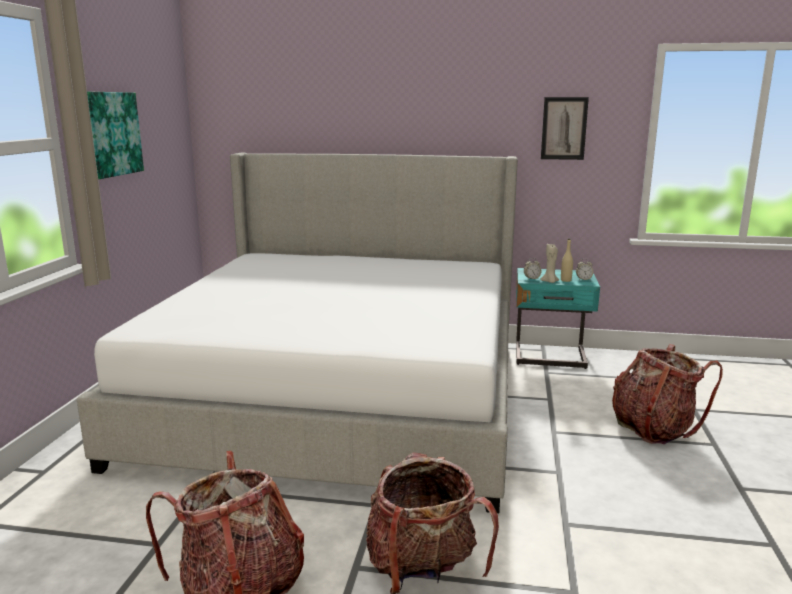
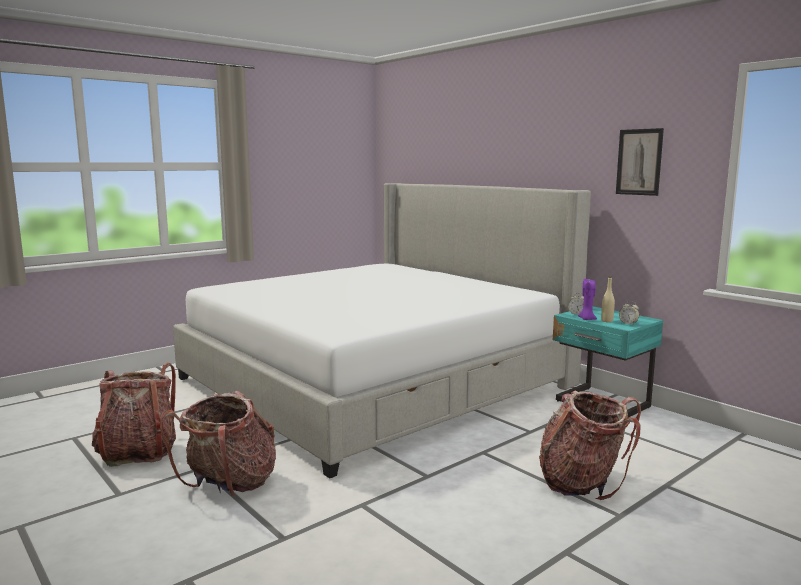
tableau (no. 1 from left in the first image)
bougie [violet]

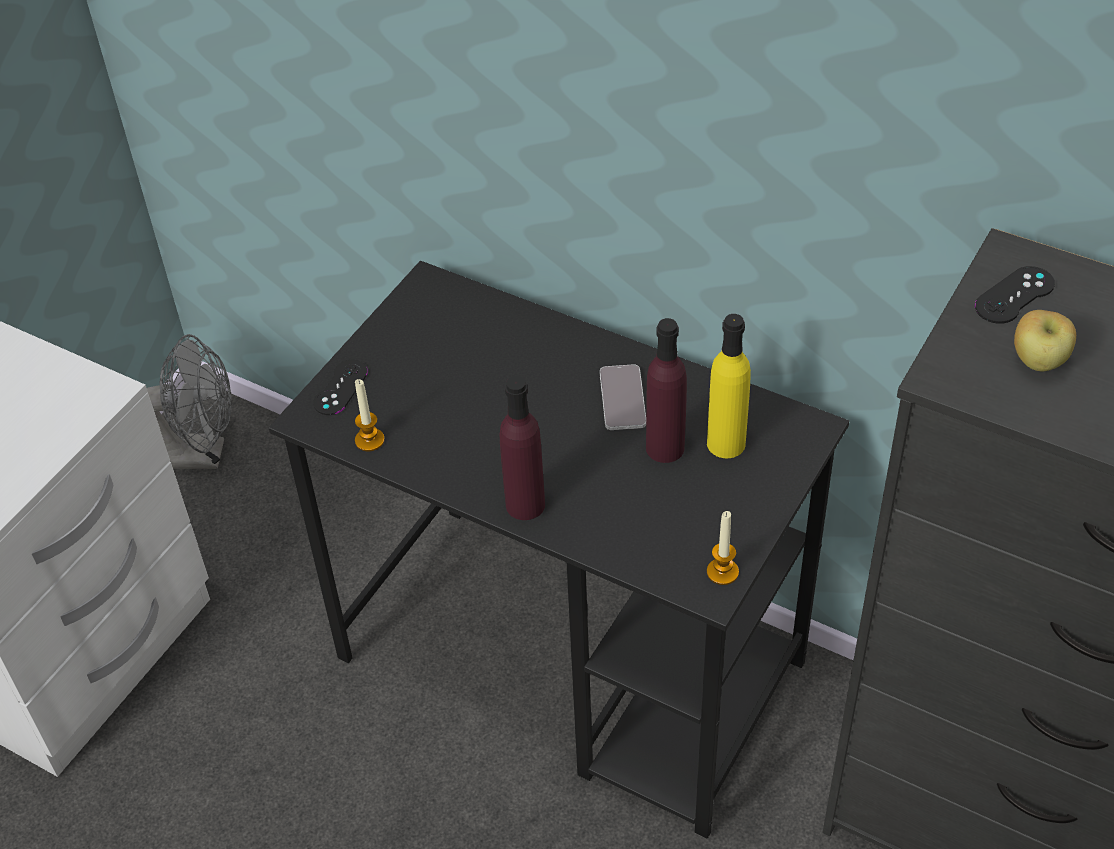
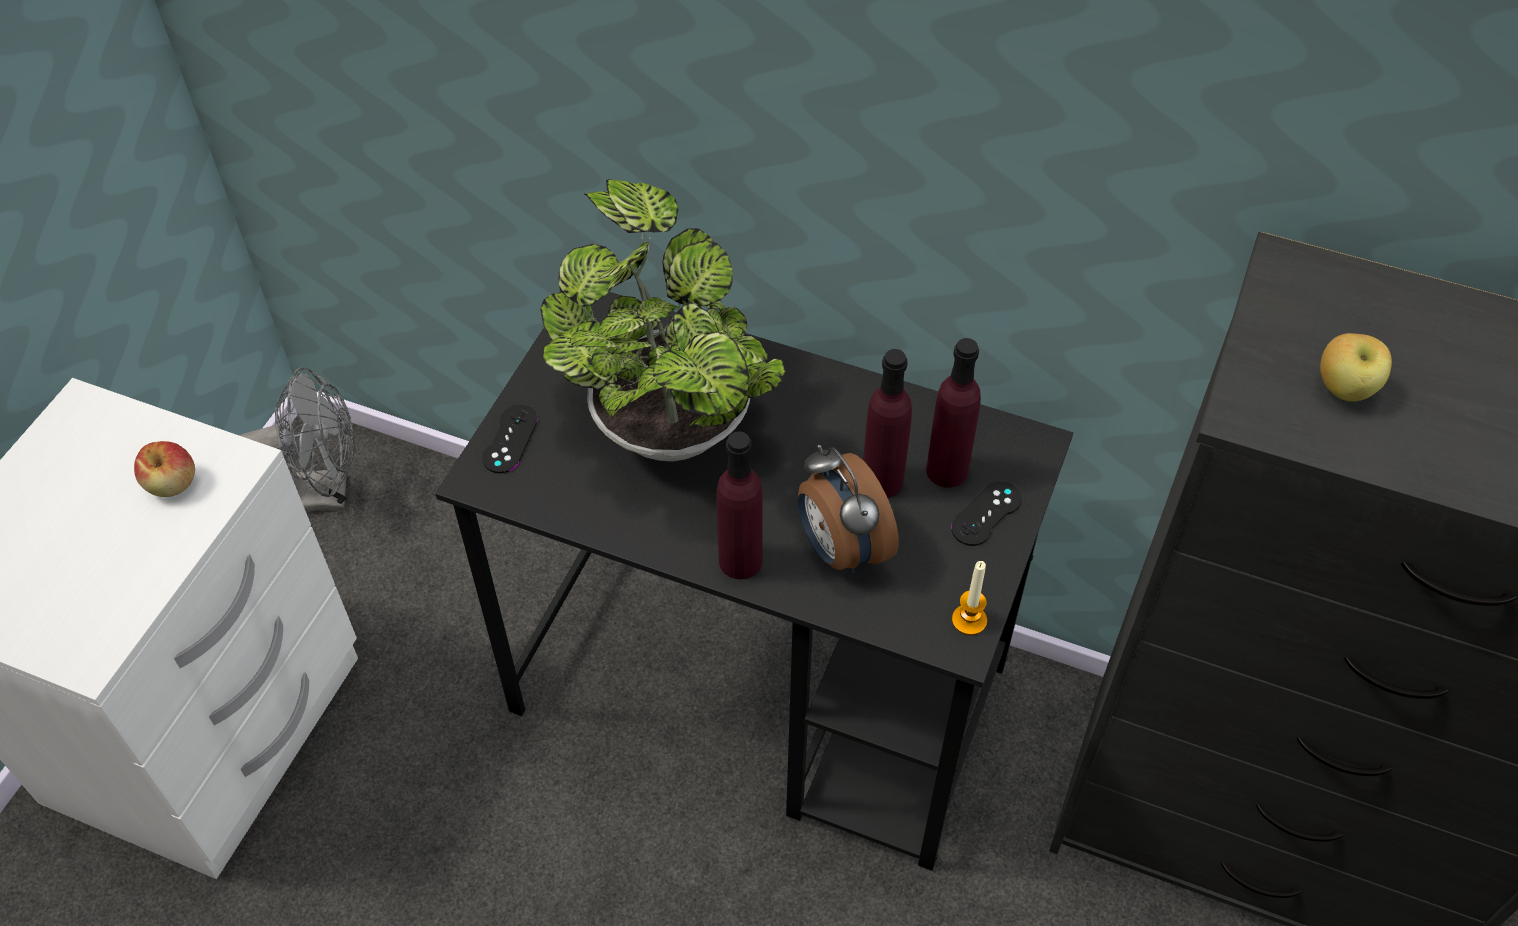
bougie (no. 1 from left in the first image)
téléphone
pomme (no. 1 from left)
plante en pot
réveil
manette [noir] (no. 2 from left)
bouteille [violet] (no. 3 from left)

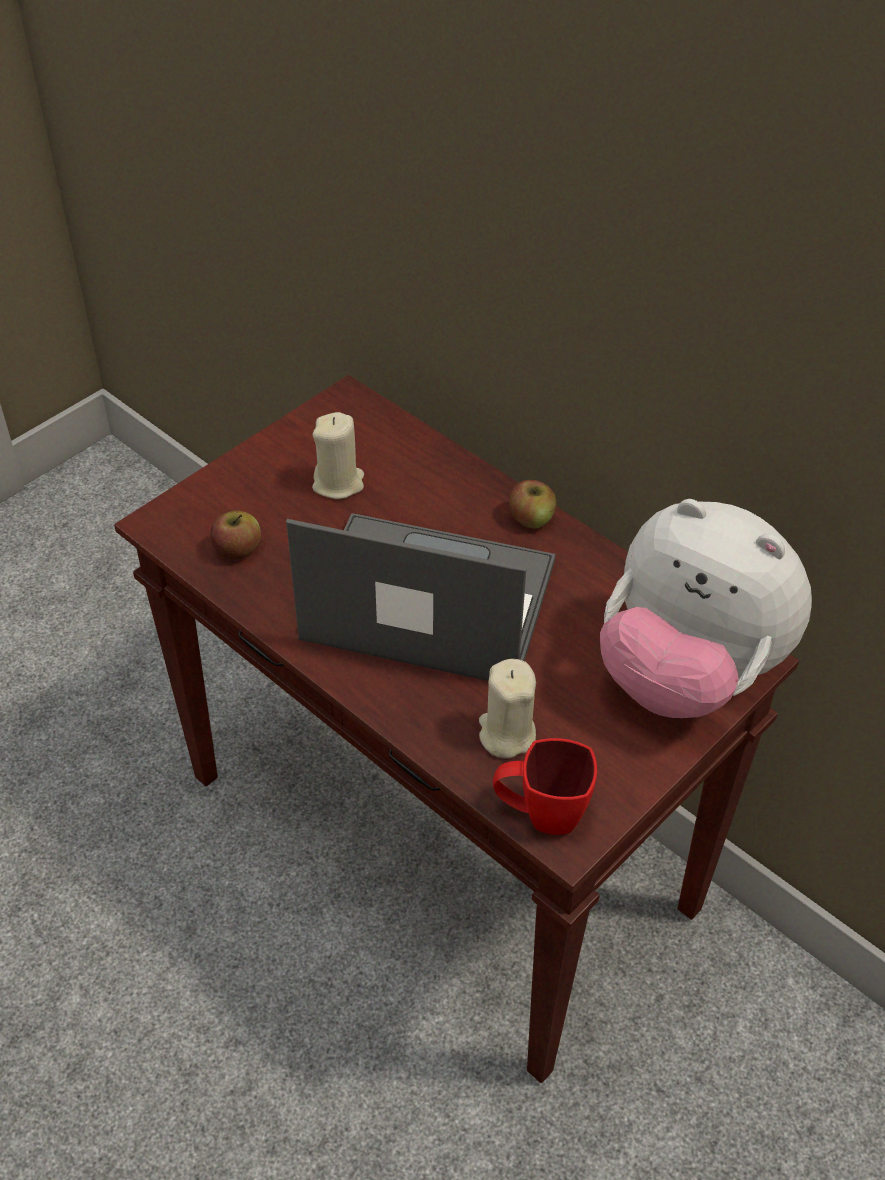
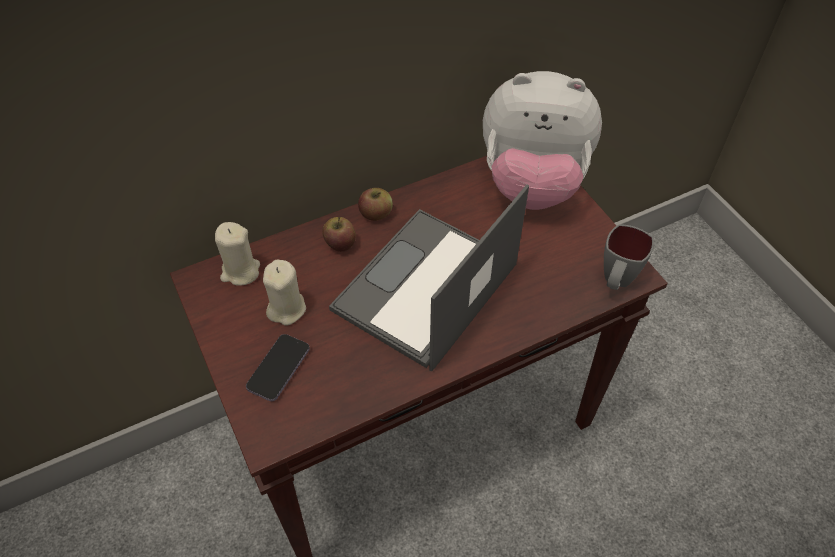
téléphone
pomme (no. 1 from left)
bougie [beige] (no. 1 from left)
mug [gris]
peluche

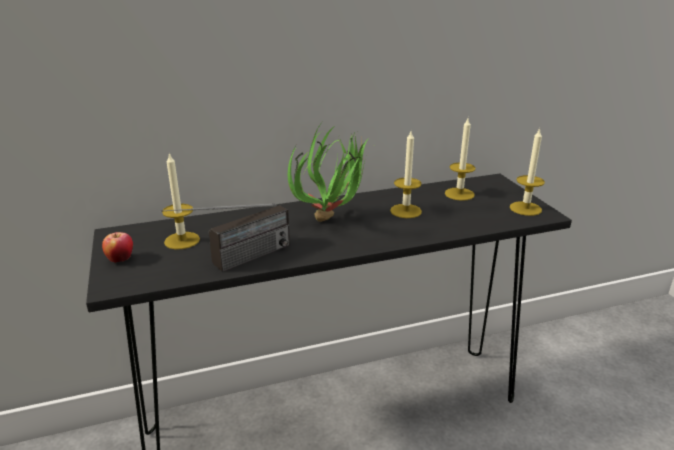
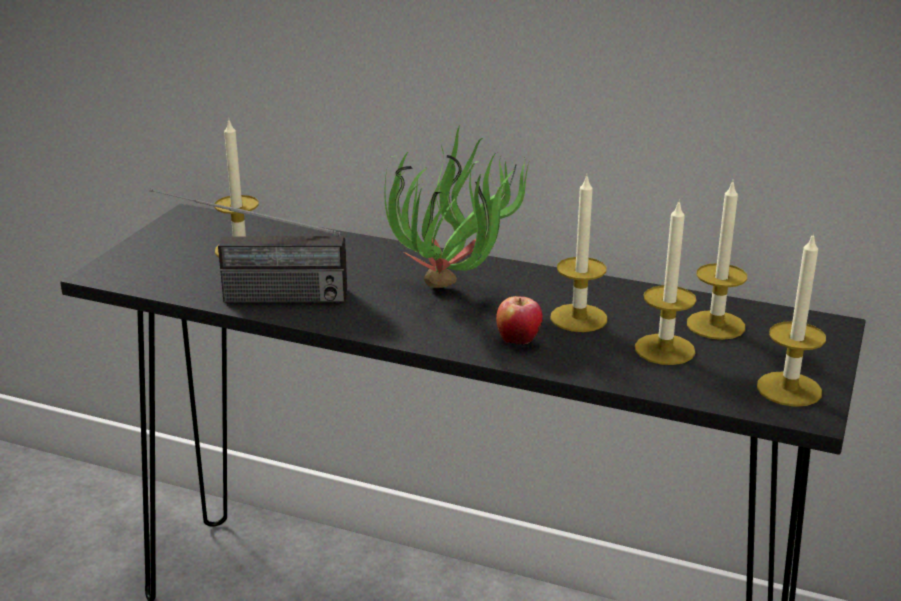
bougie (no. 3 from left)
pomme

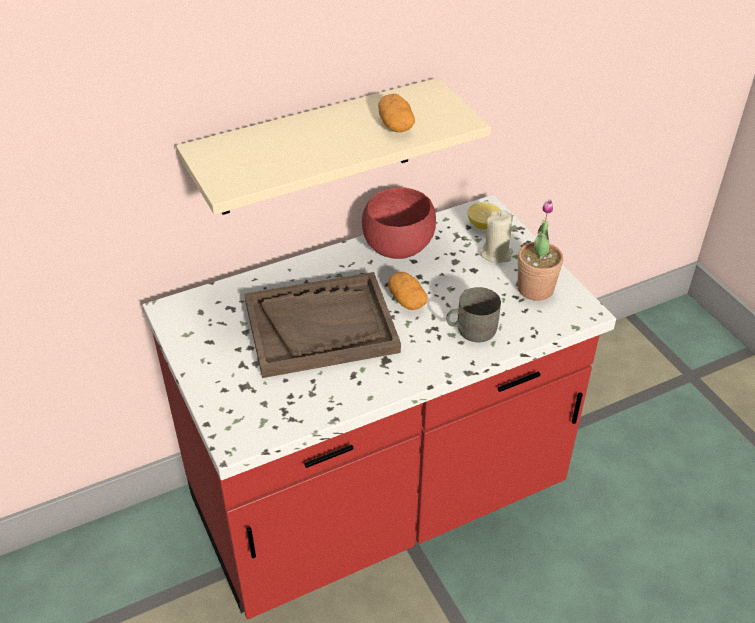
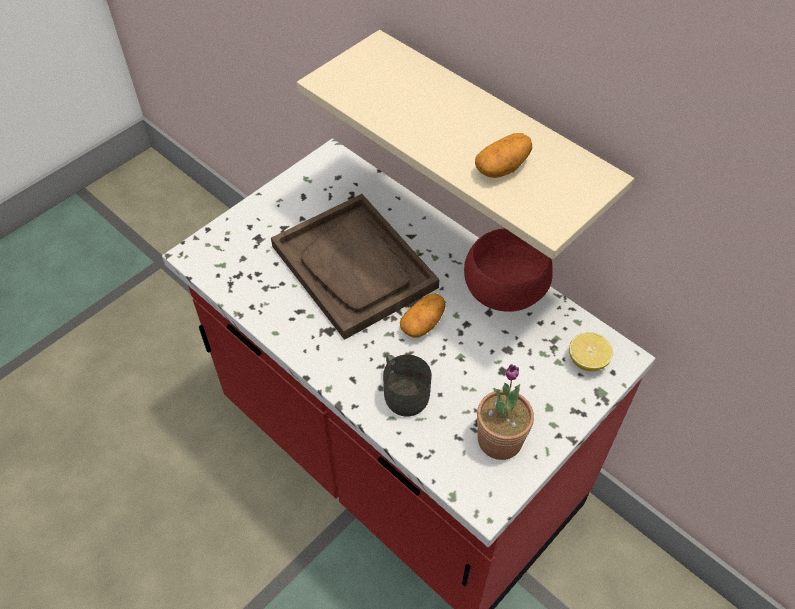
bougie [beige]

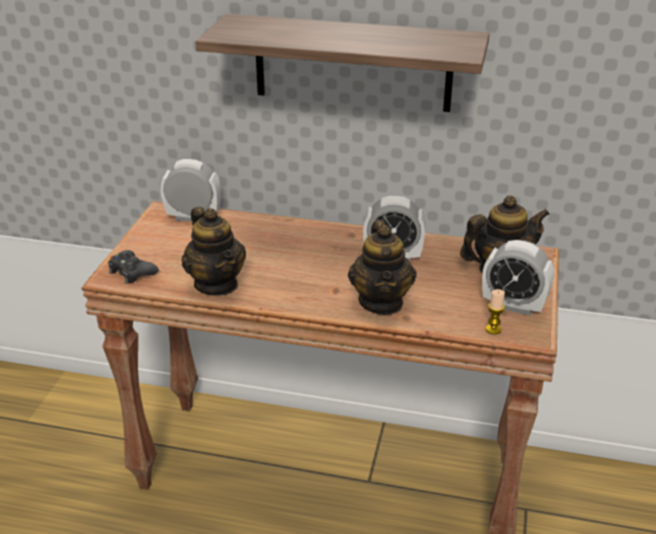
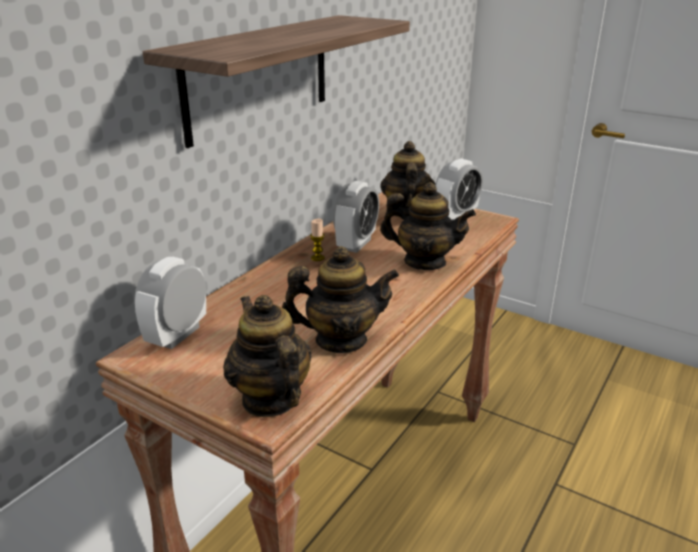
bougie
théière (no. 1 from left)

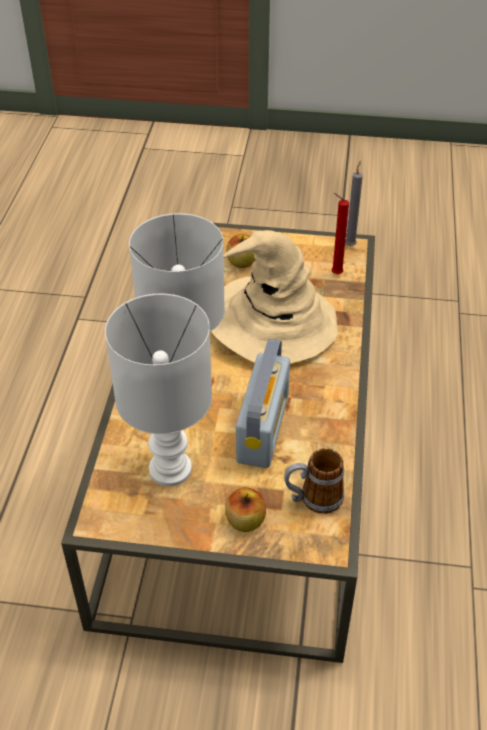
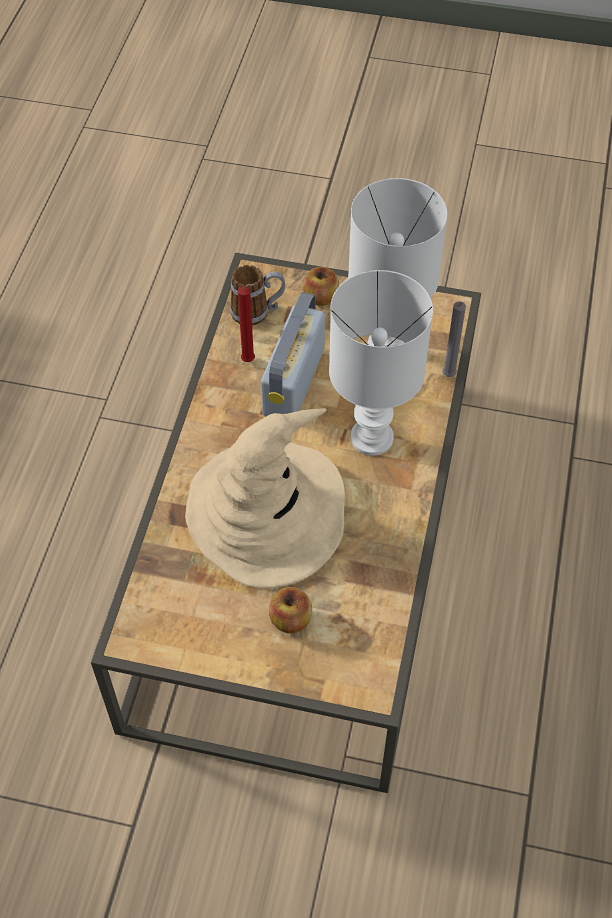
bougie [rouge]
bougie [gris]

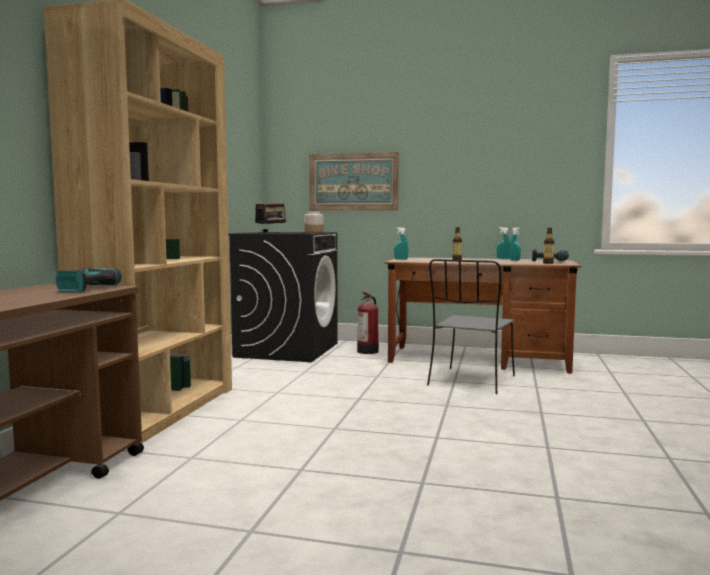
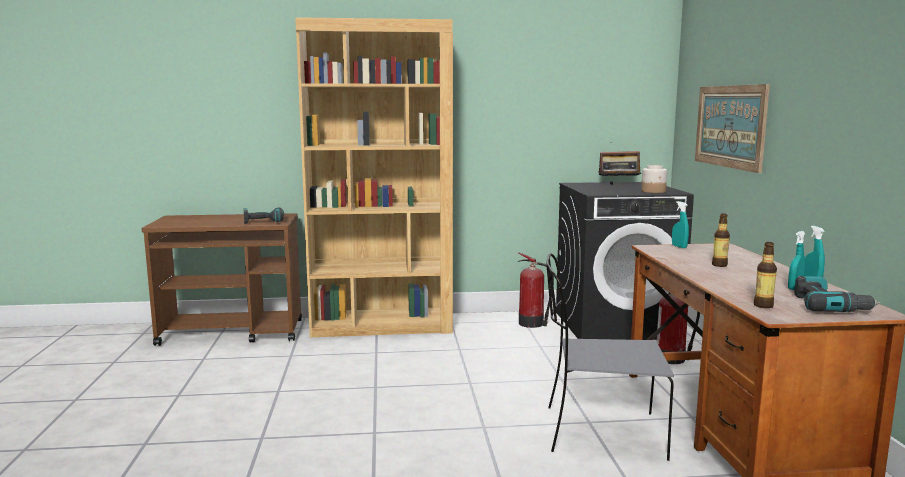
extincteur (no. 1 from left)

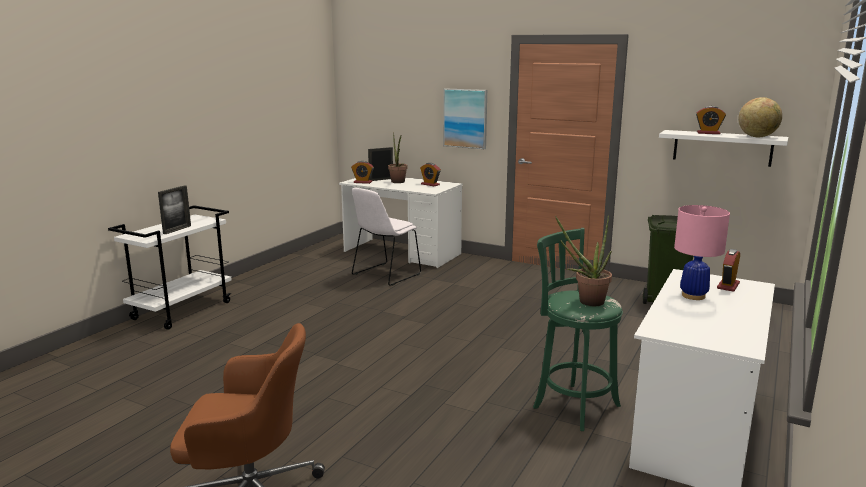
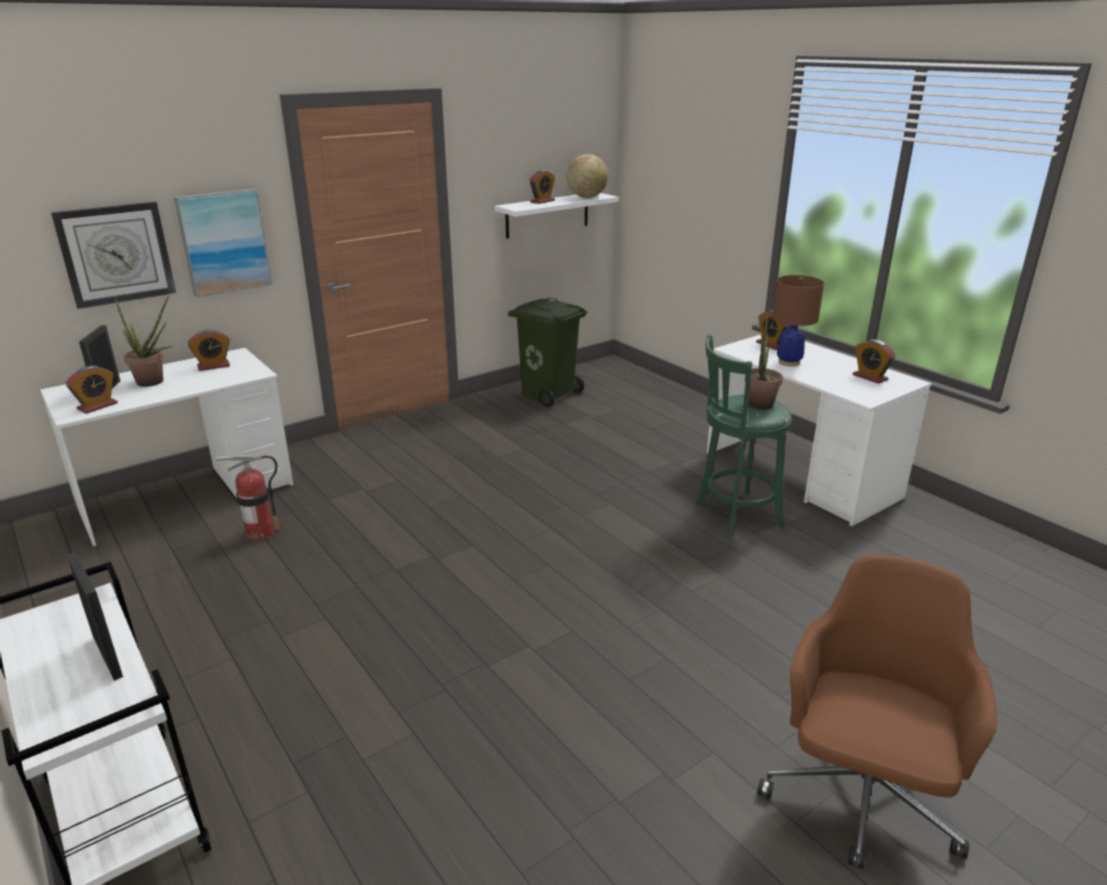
horloge murale
réveil (no. 5 from left)
extincteur
lampe de table [marron]

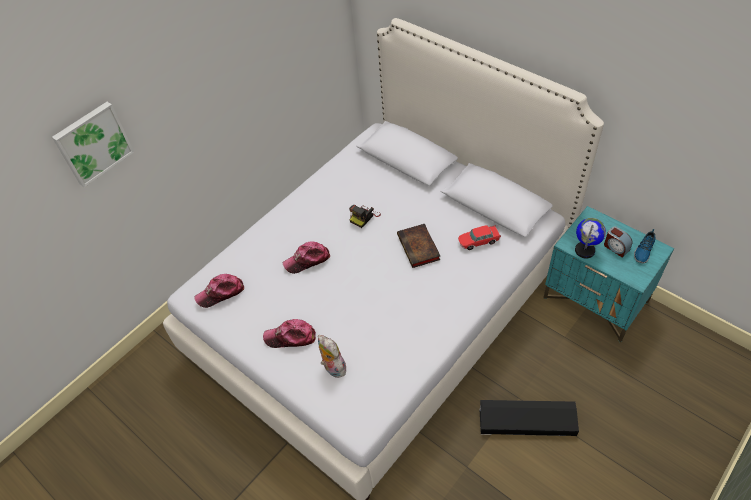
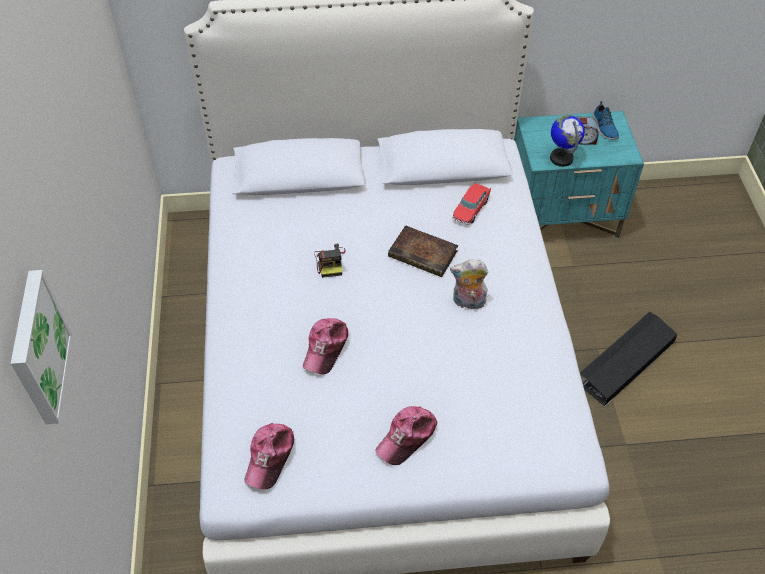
peluche

